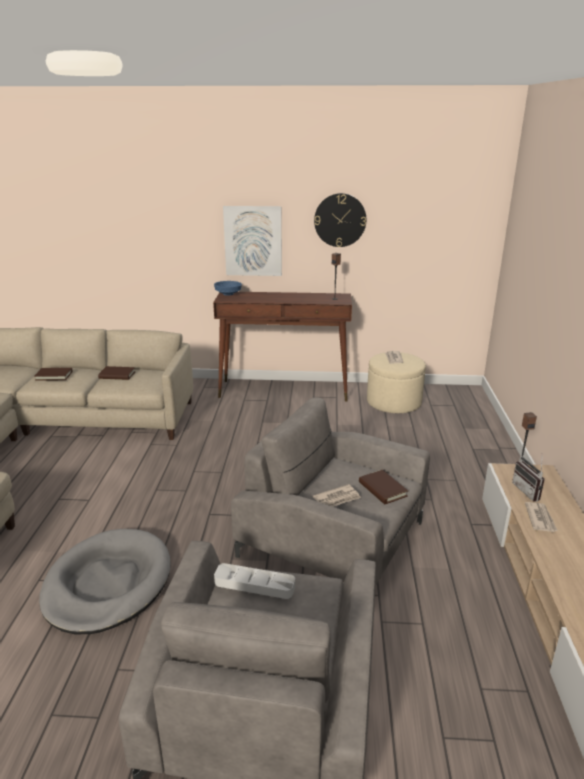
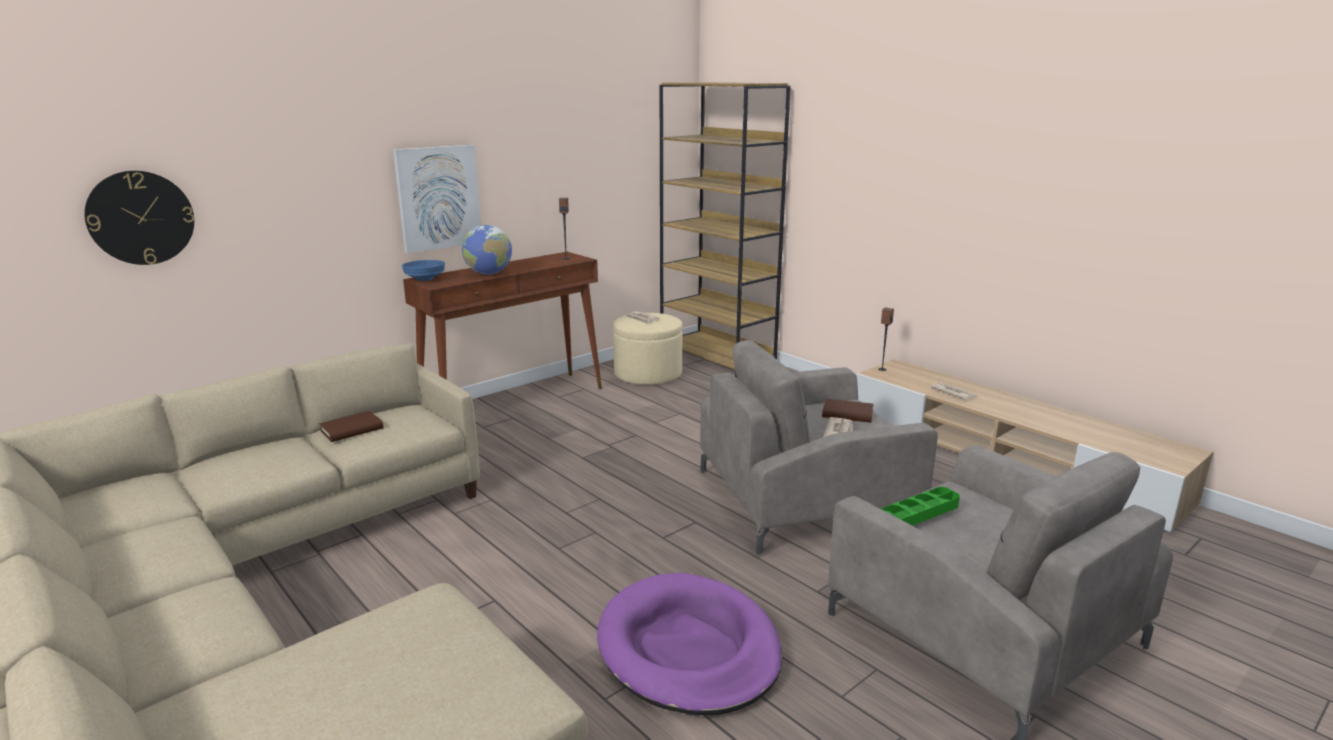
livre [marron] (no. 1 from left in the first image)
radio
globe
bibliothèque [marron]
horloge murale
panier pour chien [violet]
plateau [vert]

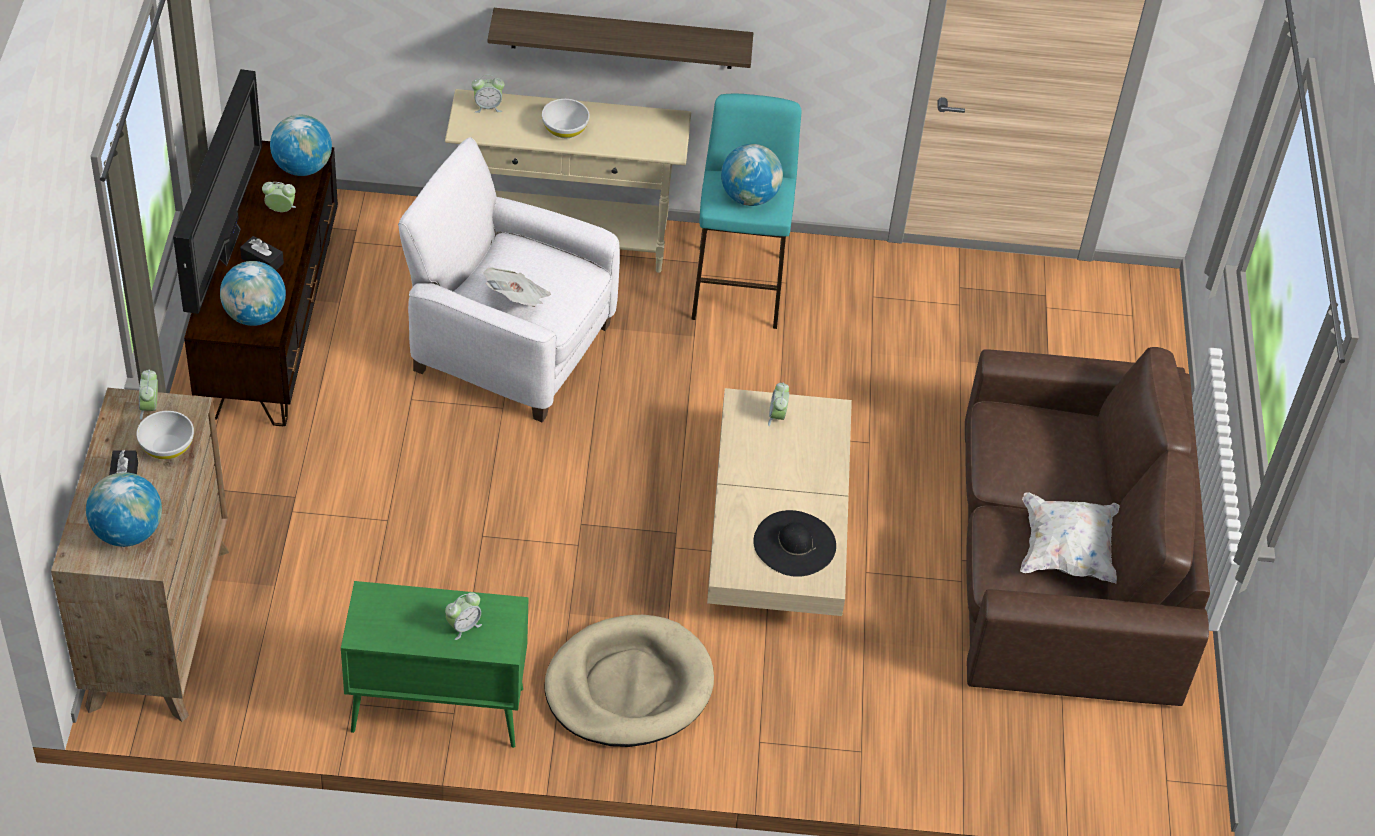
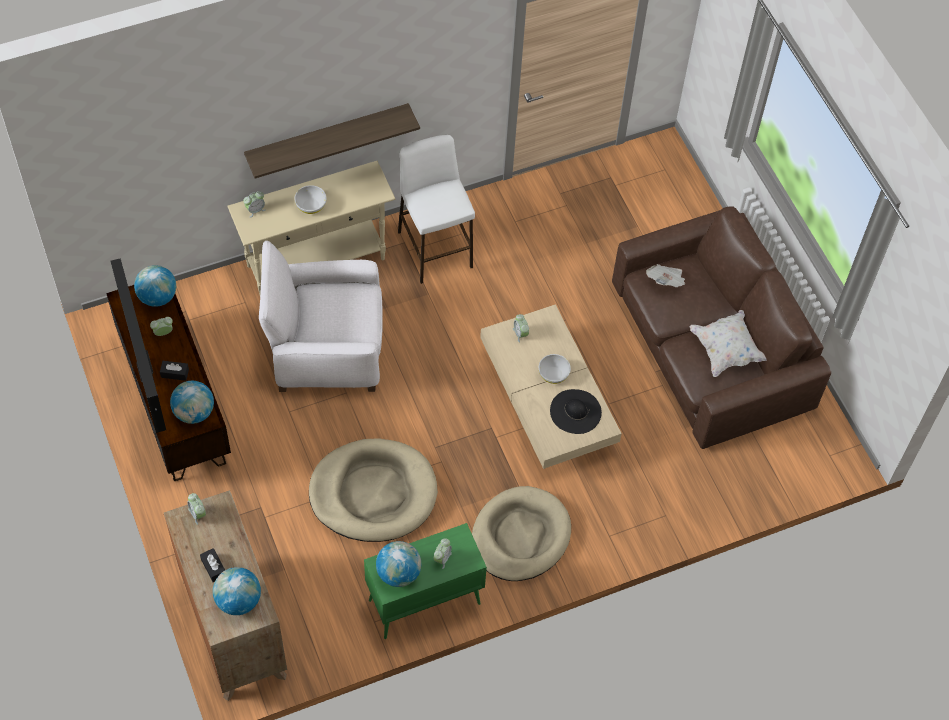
panier pour chien [beige] (no. 1 from left)
bol [blanc] (no. 2 from left)
journal
globe (no. 4 from left)
tabouret [blanc]

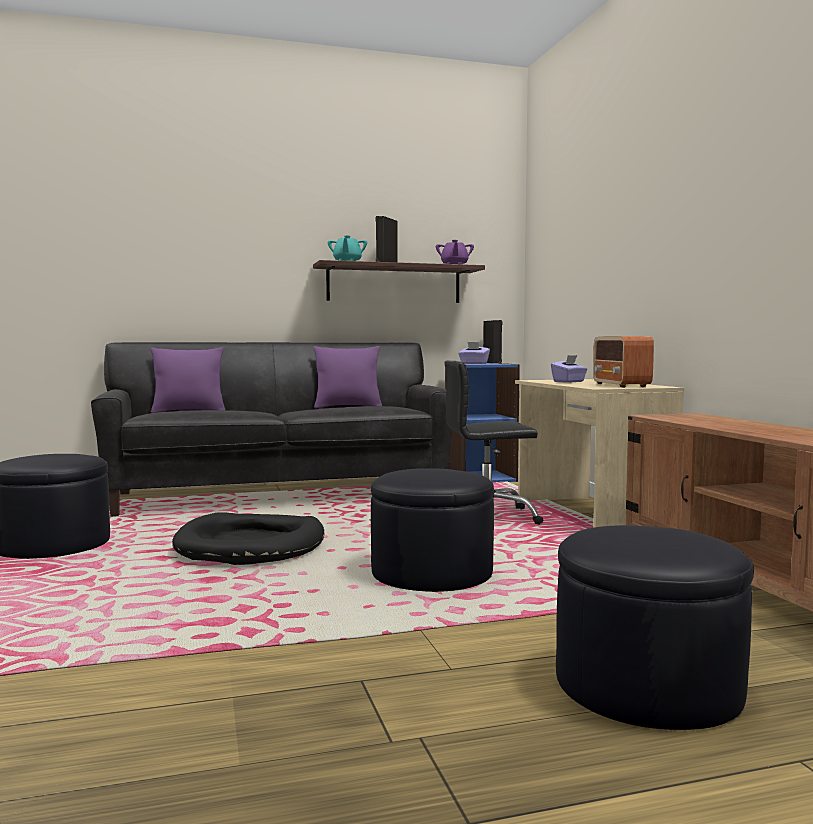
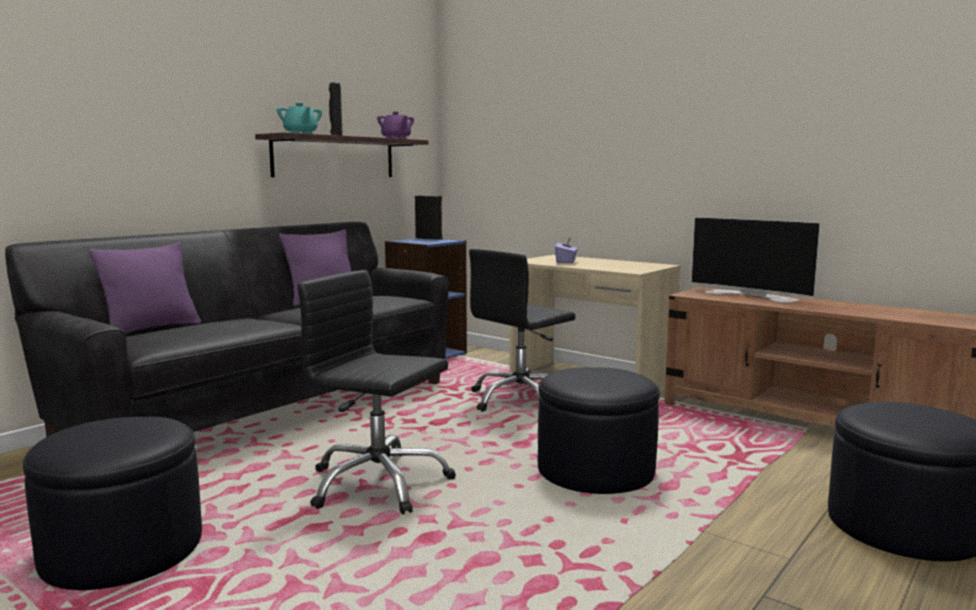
boîte à mouchoirs [violet] (no. 1 from left in the first image)
radio
téléviseur
chaise de bureau [noir] (no. 1 from left)

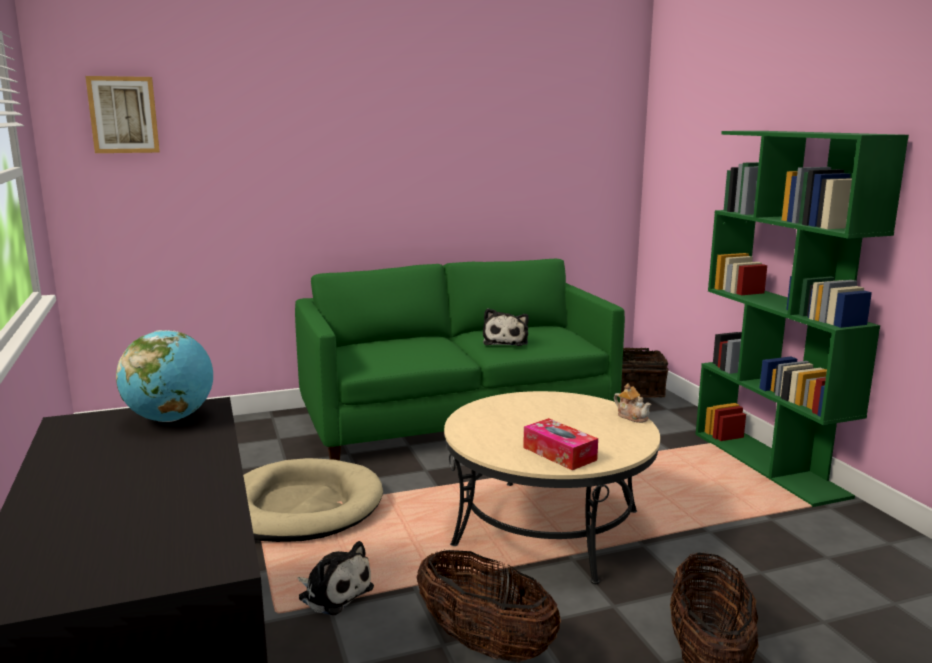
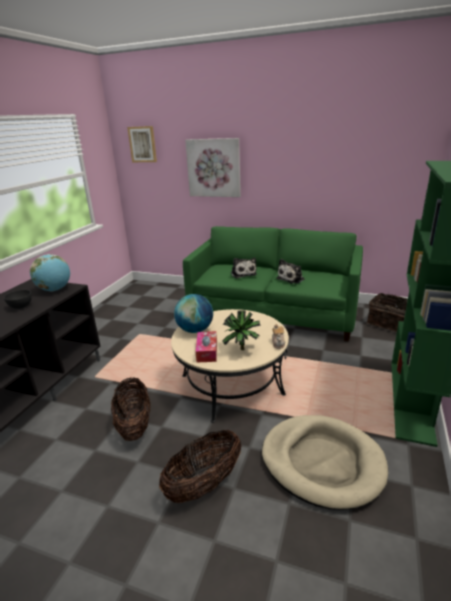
bol [gris]
globe (no. 2 from left)
tableau (no. 2 from left)
plante en pot
panier pour chien [beige]
peluche (no. 1 from left)

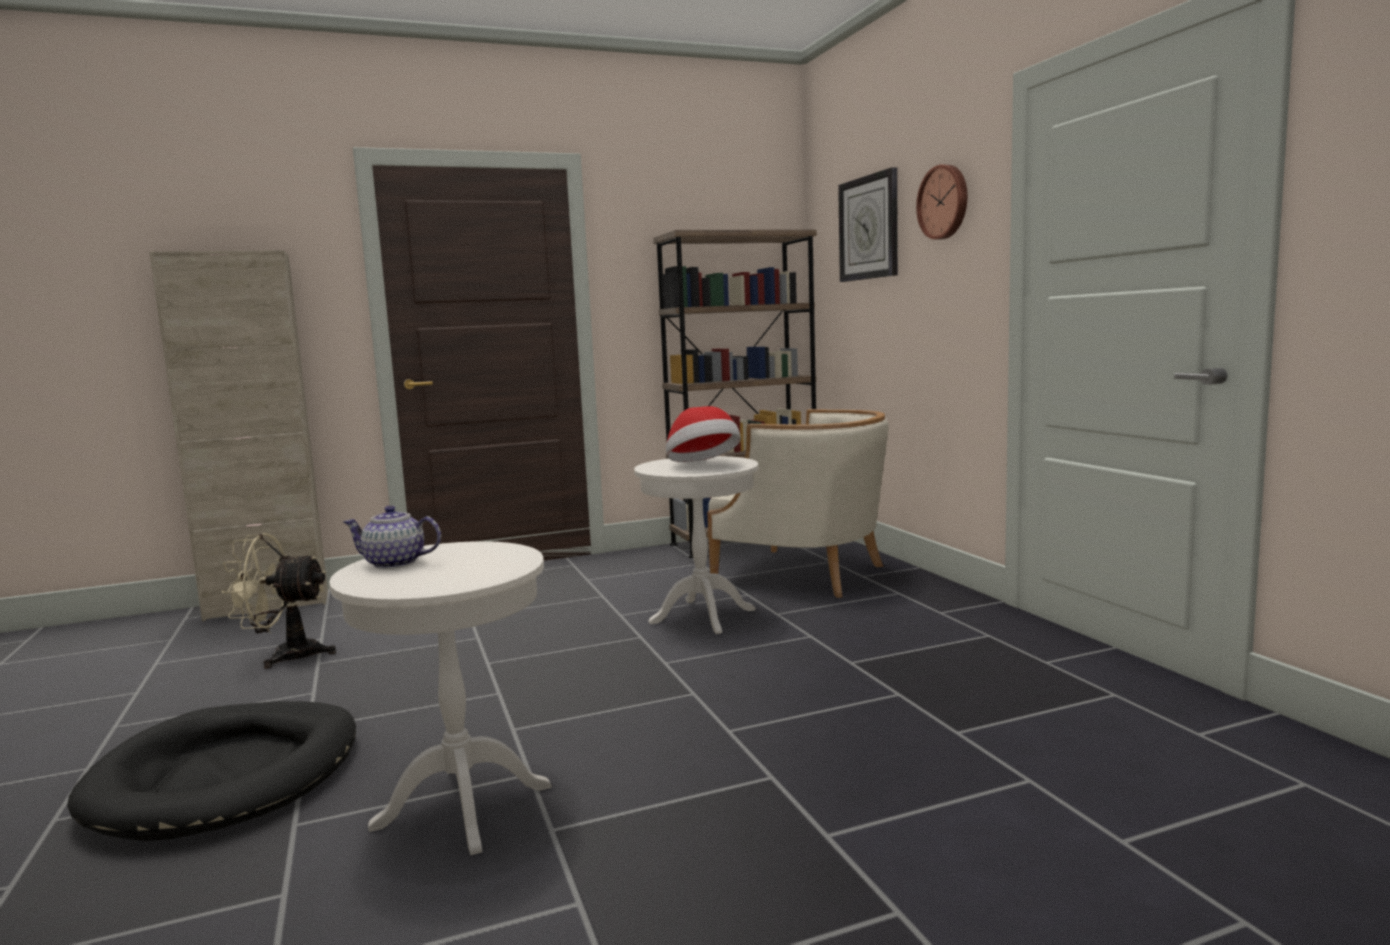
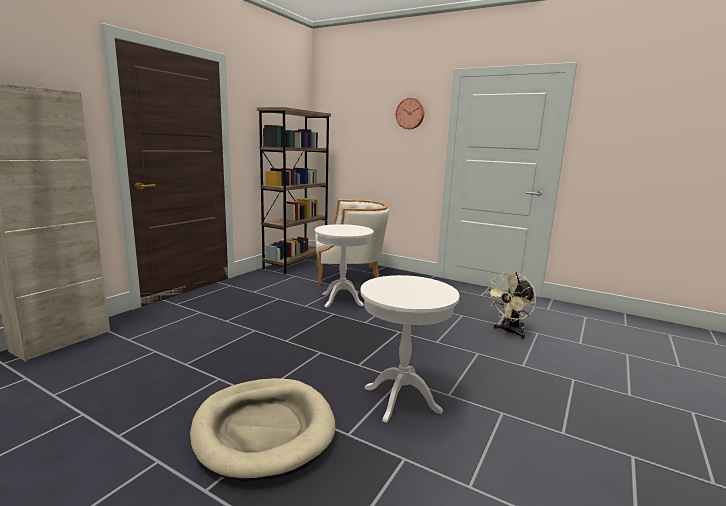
théière
chapeau
horloge murale (no. 1 from left in the first image)
ventilateur [beige]
panier pour chien [beige]

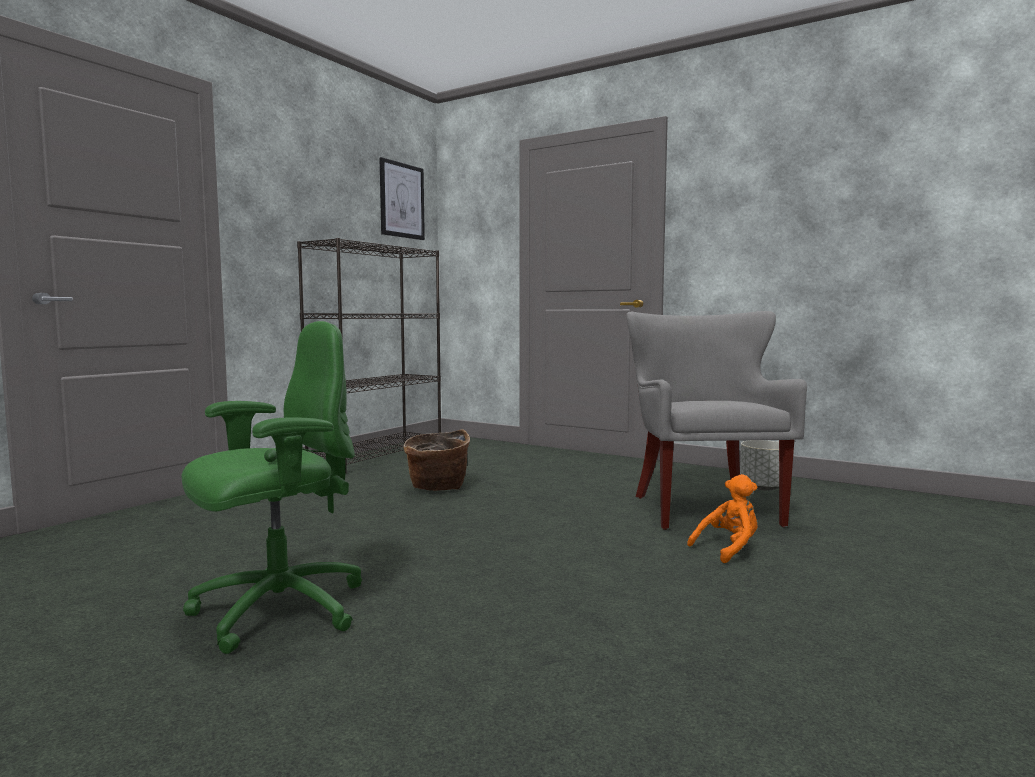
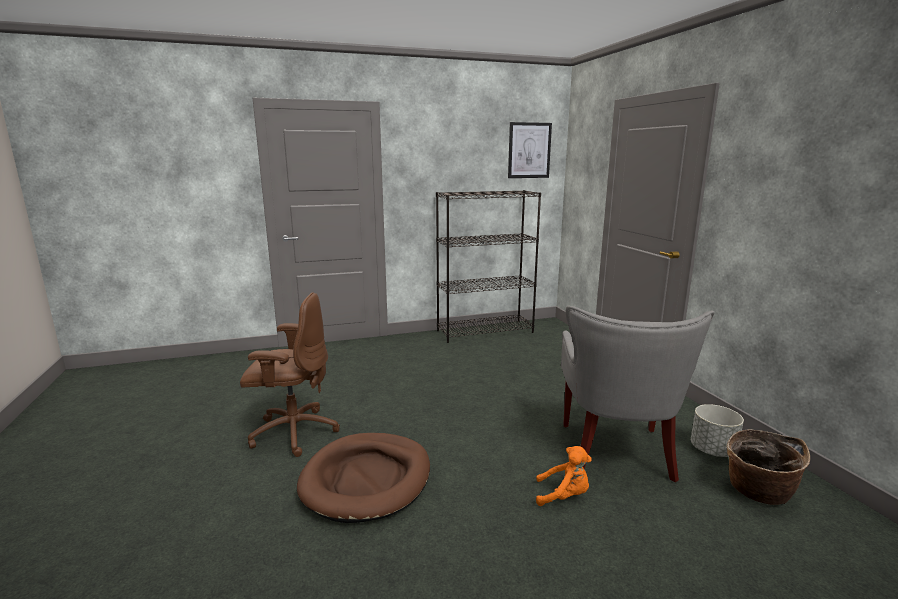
panier pour chien [marron]
panier
chaise de bureau [marron]
fauteuil [gris]

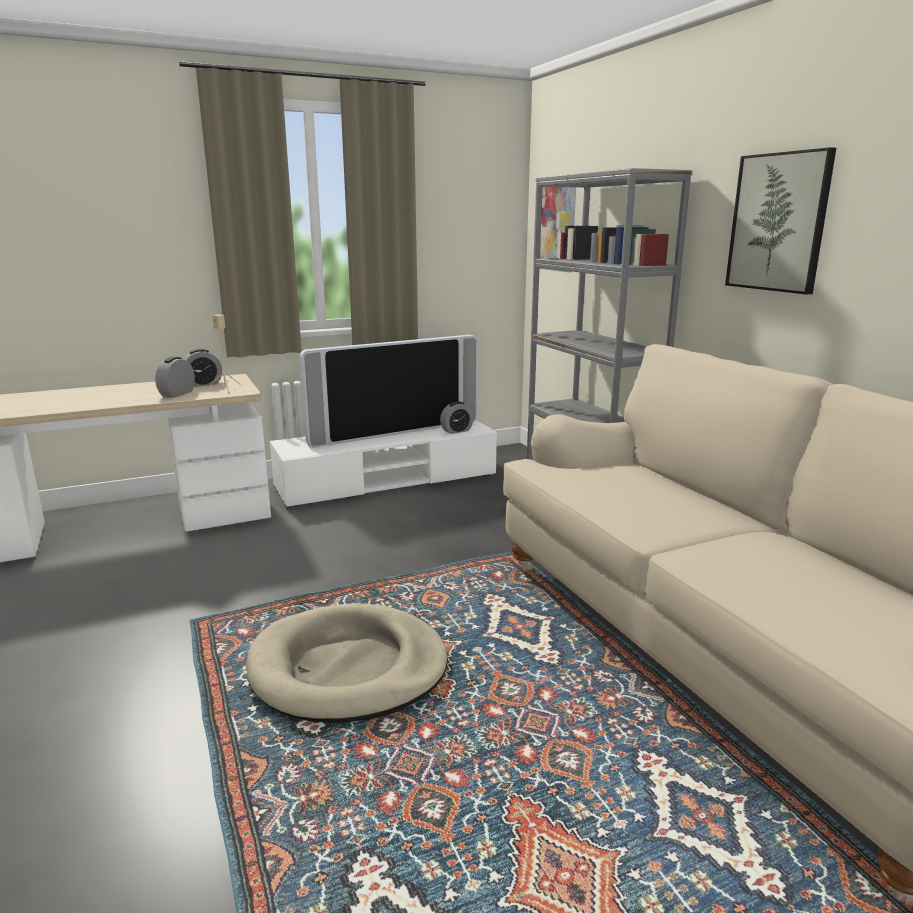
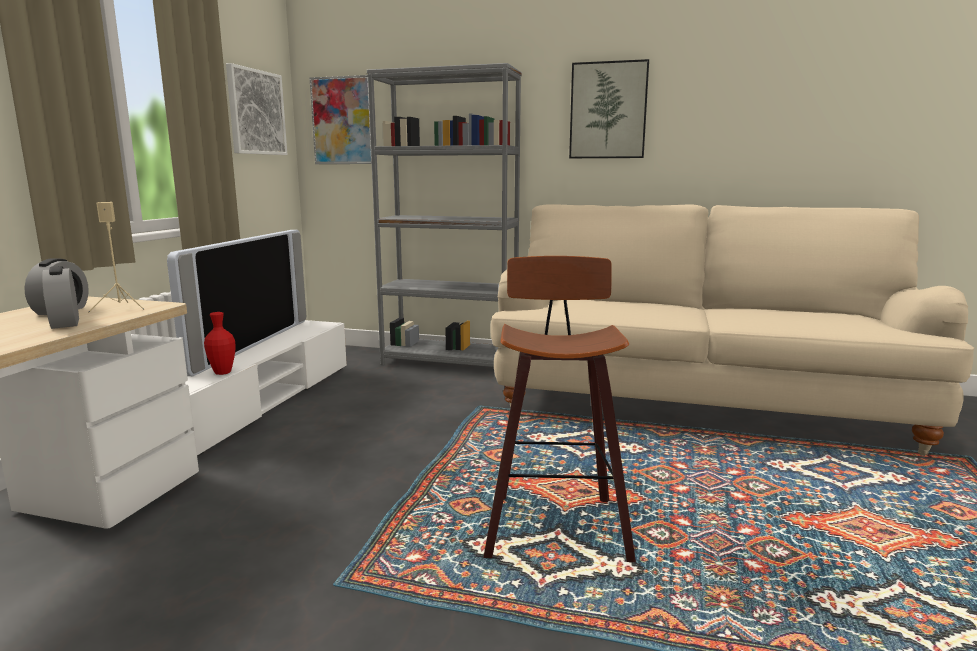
réveil (no. 3 from left in the first image)
vase [rouge]
tableau (no. 1 from left)
tabouret

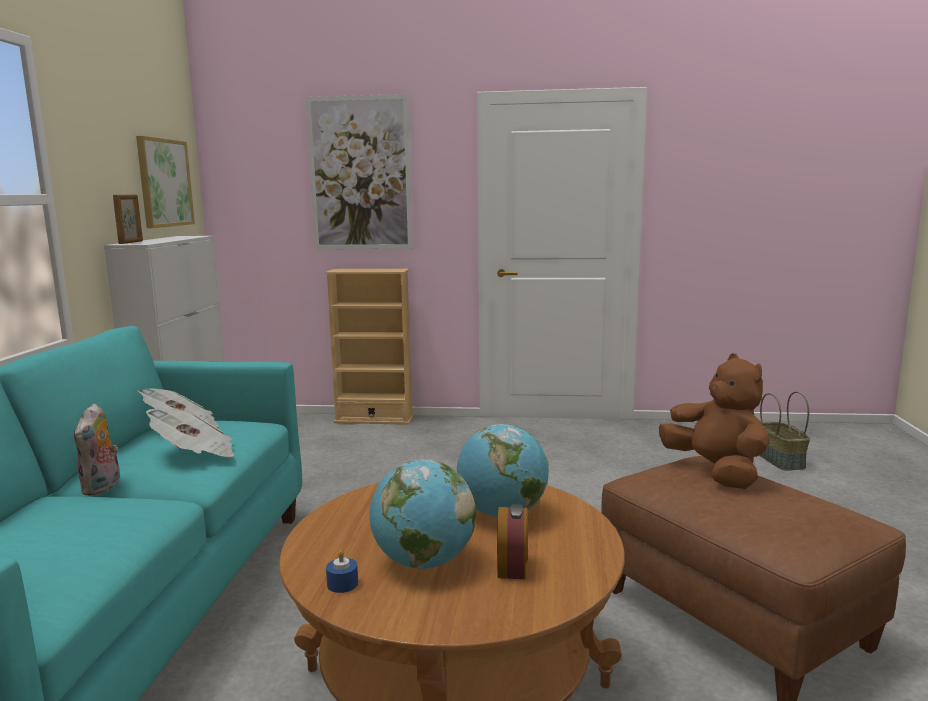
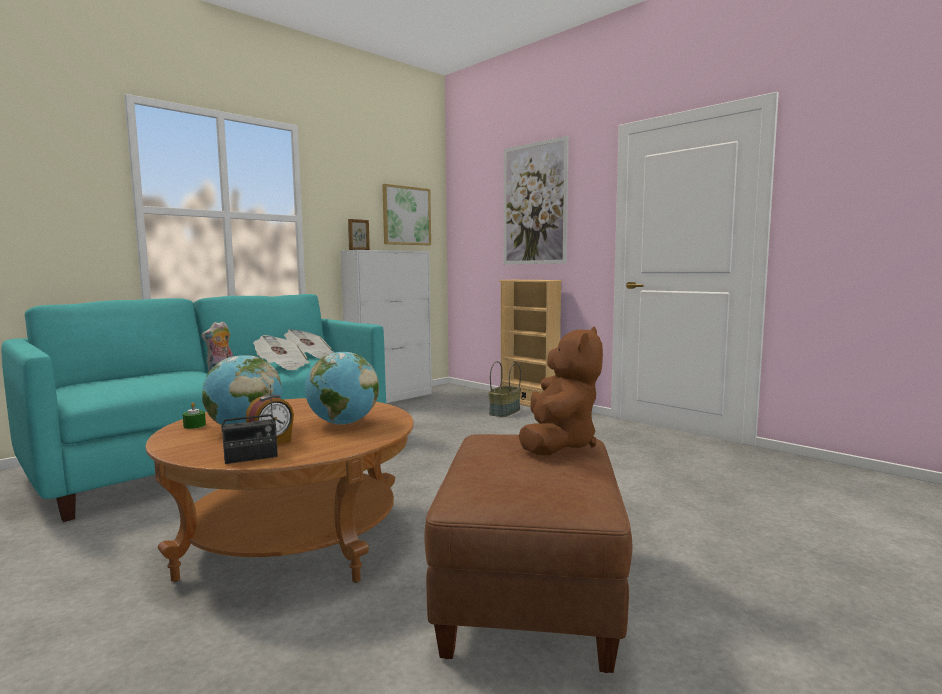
radio
panier
bougie [vert]

